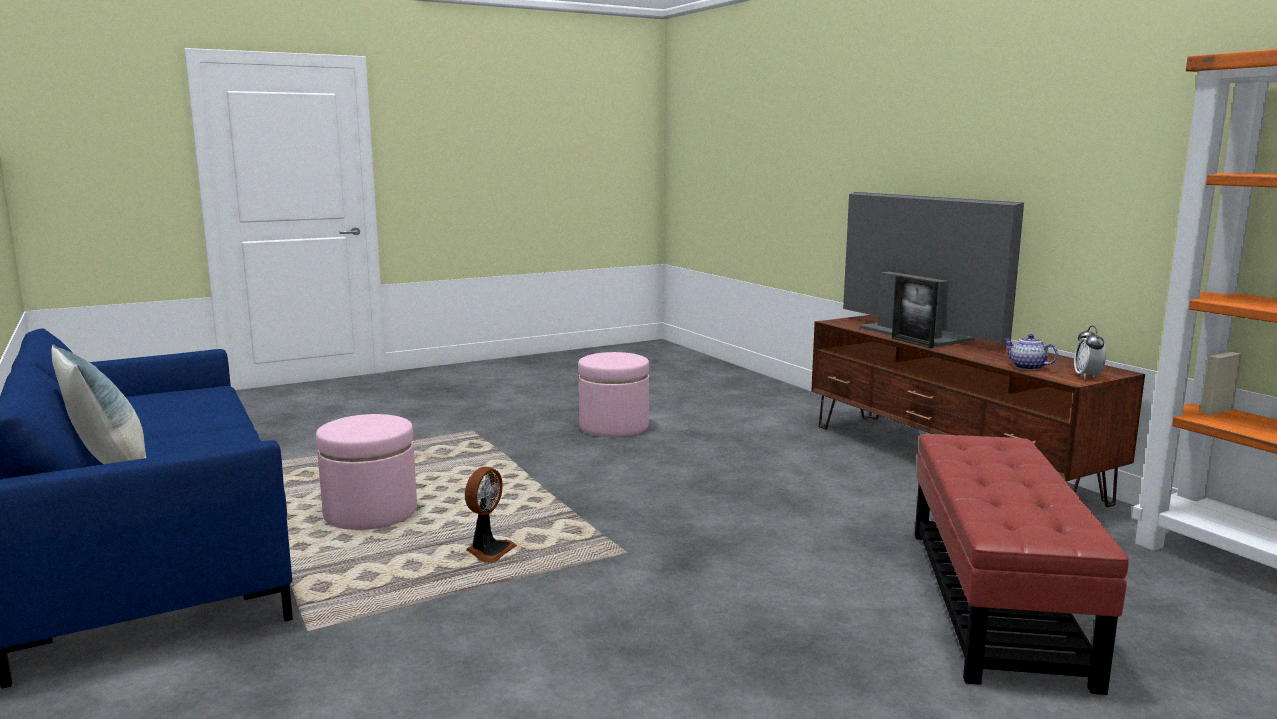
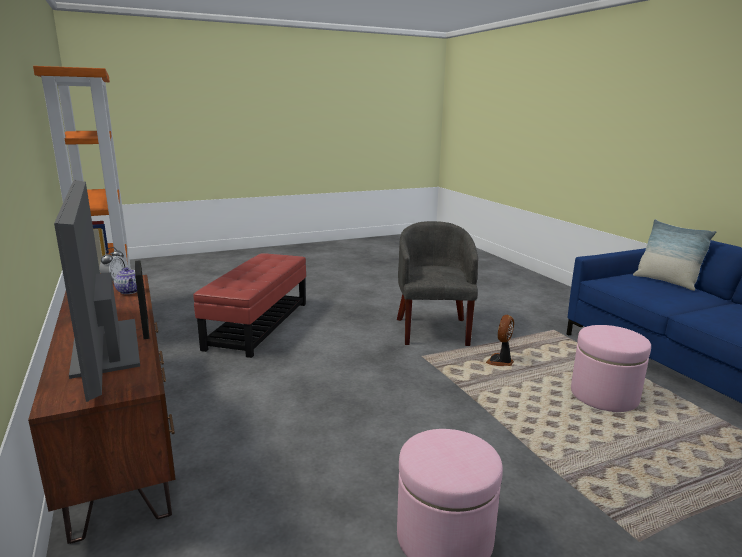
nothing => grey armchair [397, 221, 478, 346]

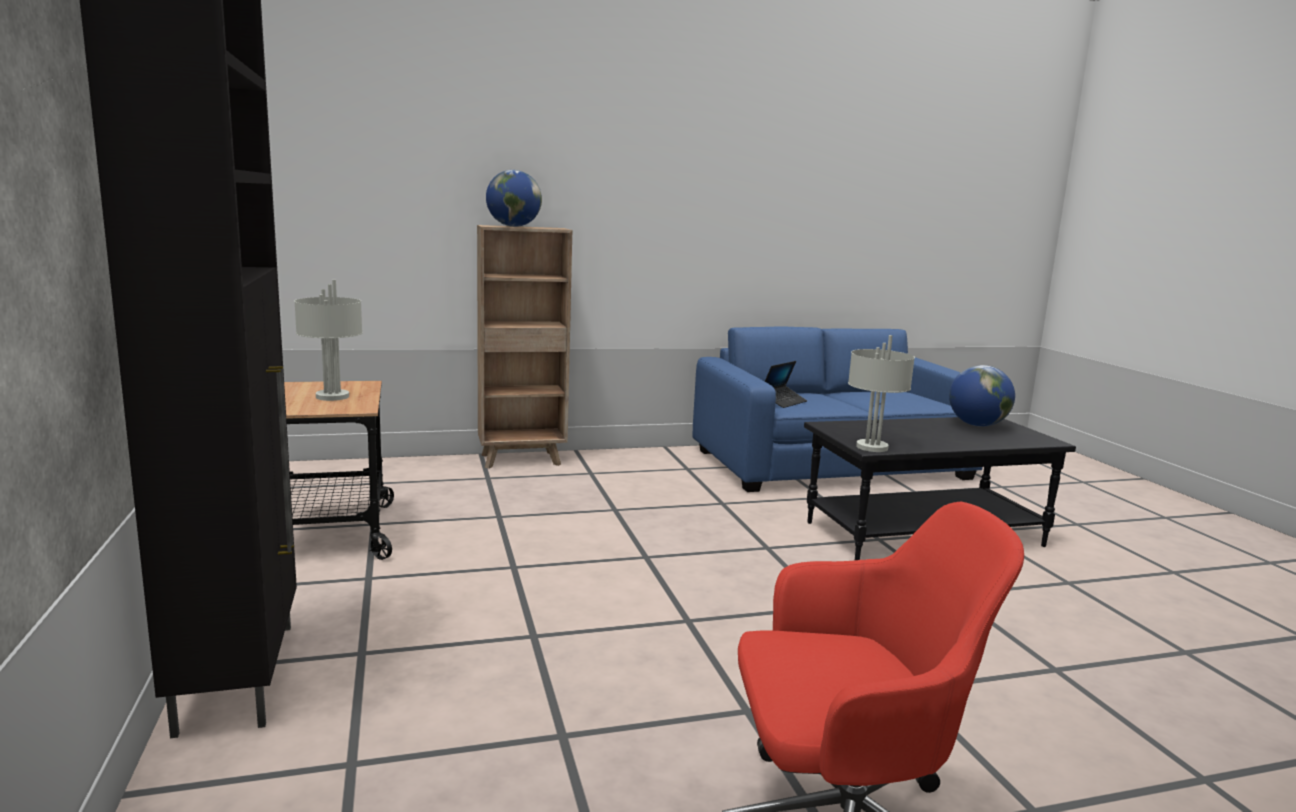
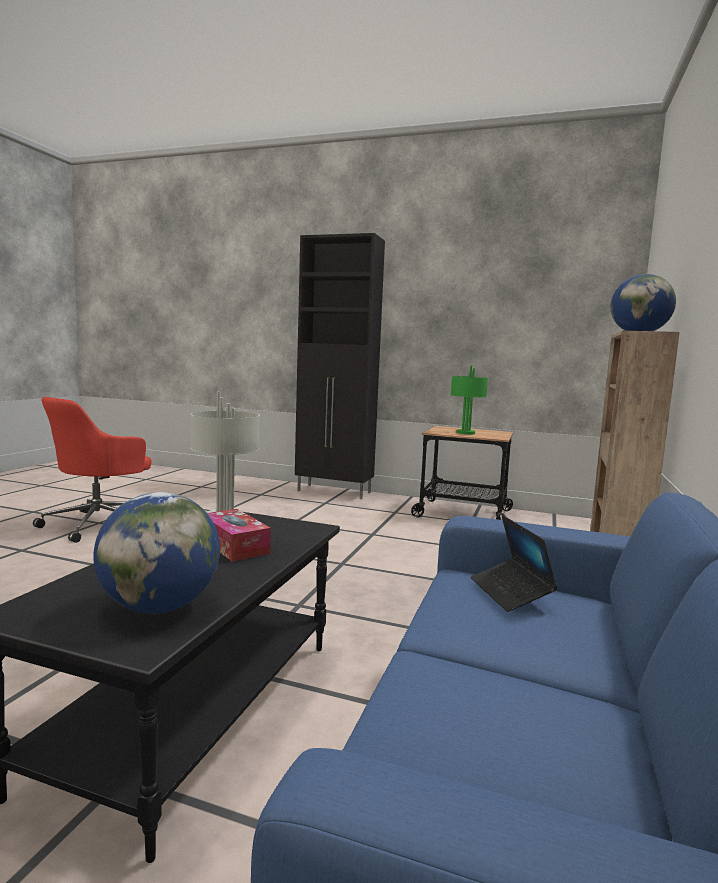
nothing => tissue box [208, 509, 271, 562]
grey table lamp [294, 280, 363, 401] => green table lamp [451, 365, 488, 434]

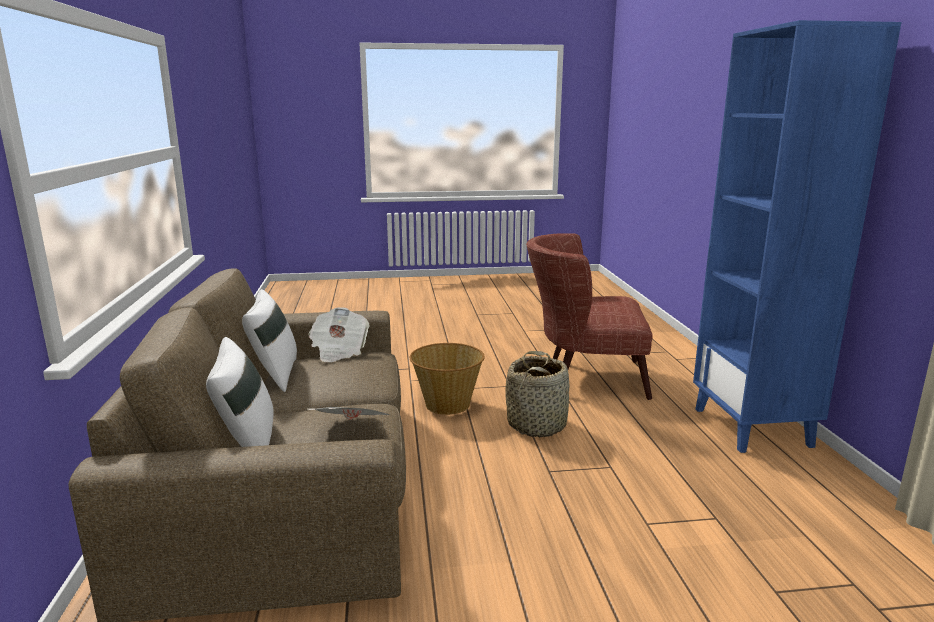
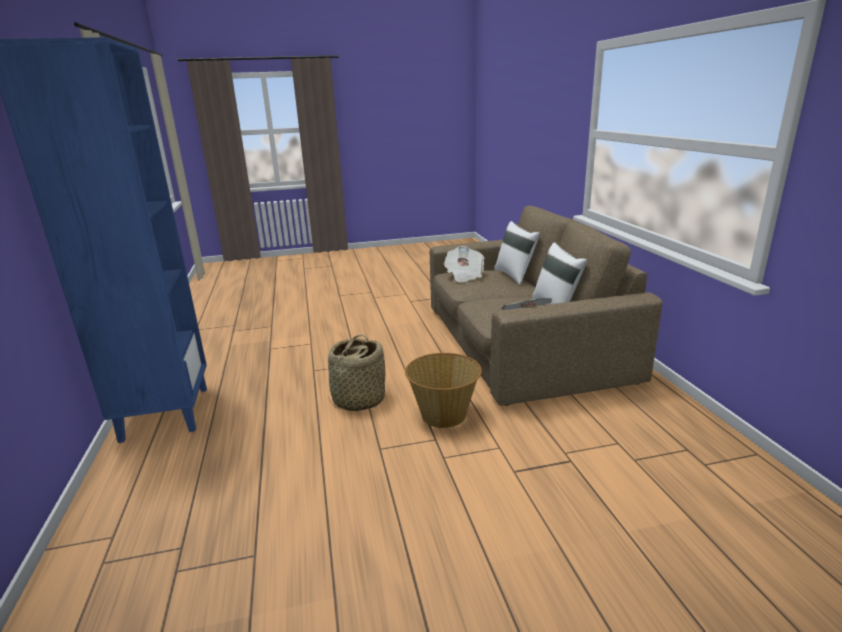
brown armchair [526, 233, 653, 400] => nothing

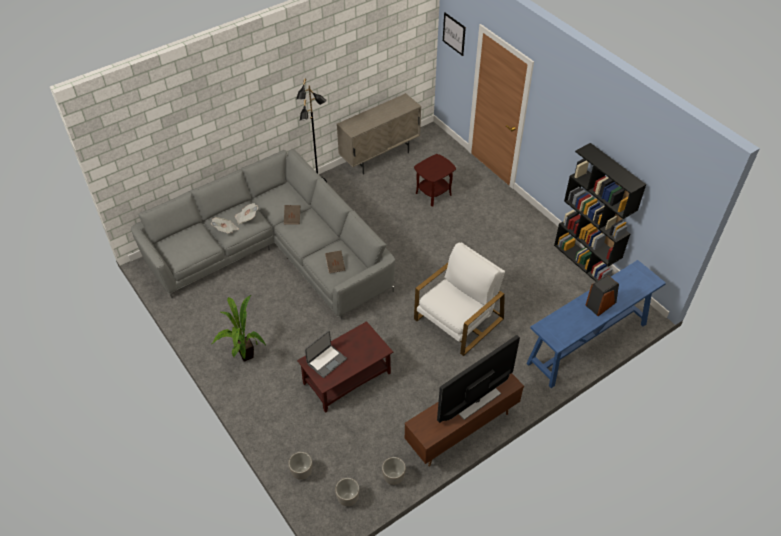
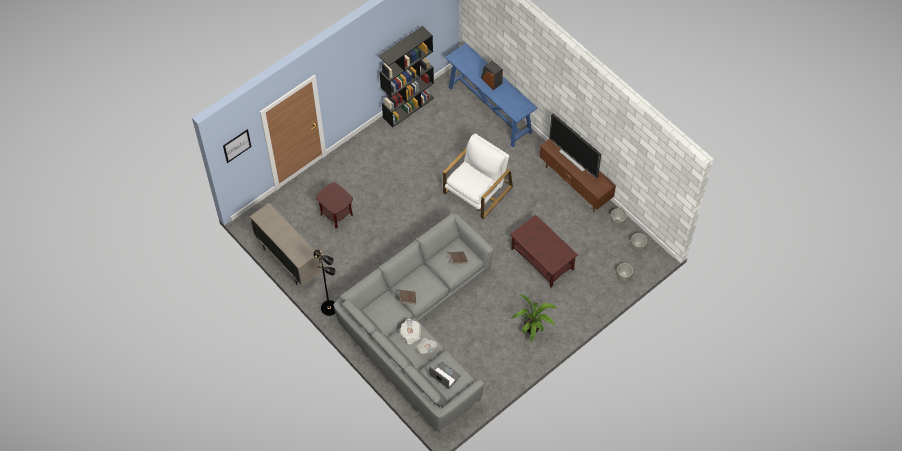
laptop [305, 330, 347, 378] => laptop [429, 362, 461, 389], shifted
white armchair [414, 242, 505, 356] => white armchair [443, 133, 513, 219], 90 degrees clockwise

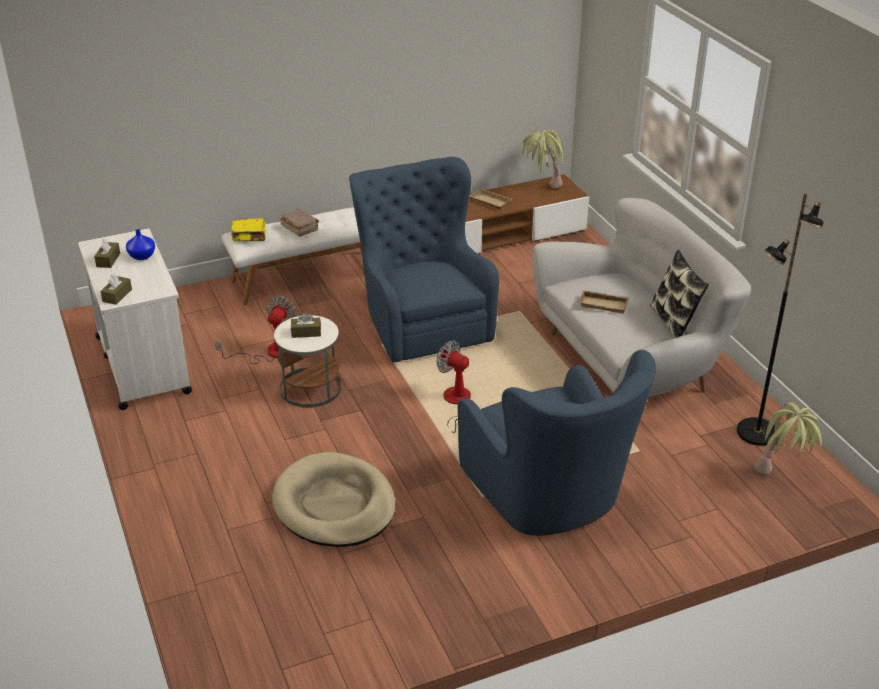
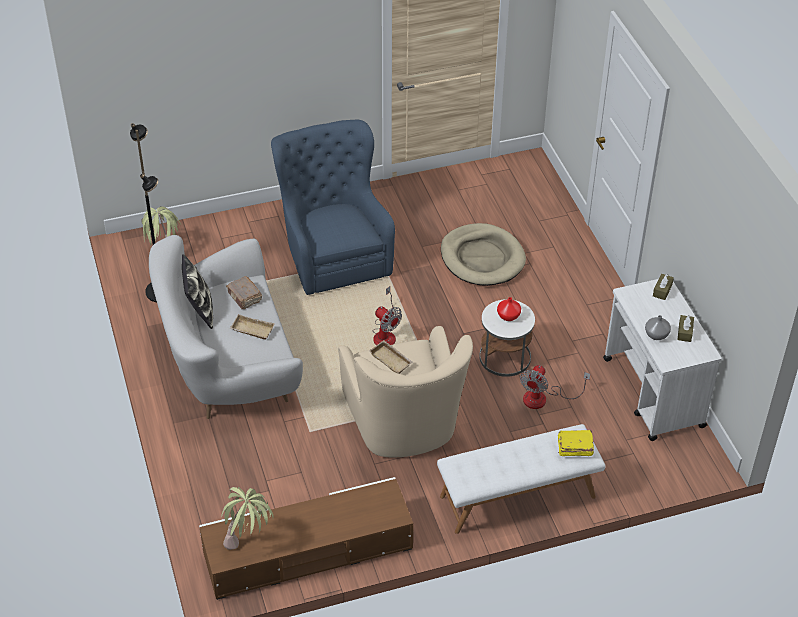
brown book [280, 209, 319, 237] => brown book [226, 276, 262, 309], shifted
blue armchair [349, 157, 499, 362] => beige armchair [338, 326, 473, 457]
beige tray [470, 188, 512, 210] => beige tray [369, 340, 413, 374], shifted
brown tissue box [291, 313, 321, 338] => red vase [497, 297, 521, 321]
blue vase [126, 229, 155, 260] => grey vase [645, 315, 671, 340]

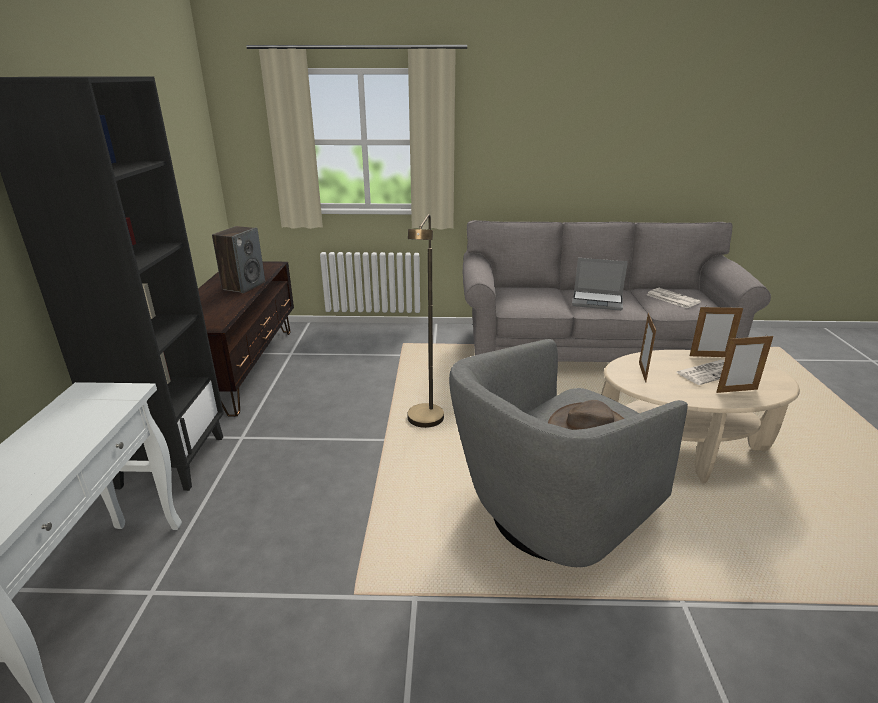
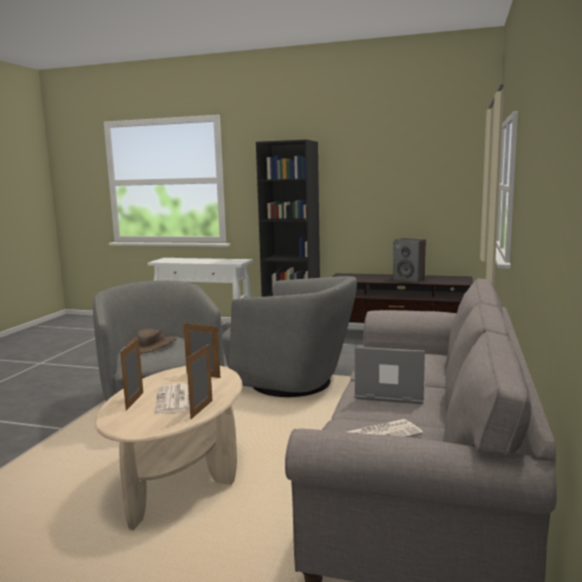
brown floor lamp [407, 214, 444, 428] => grey armchair [222, 276, 357, 397]
laptop [572, 258, 628, 311] => laptop [355, 347, 425, 404], 75 degrees clockwise

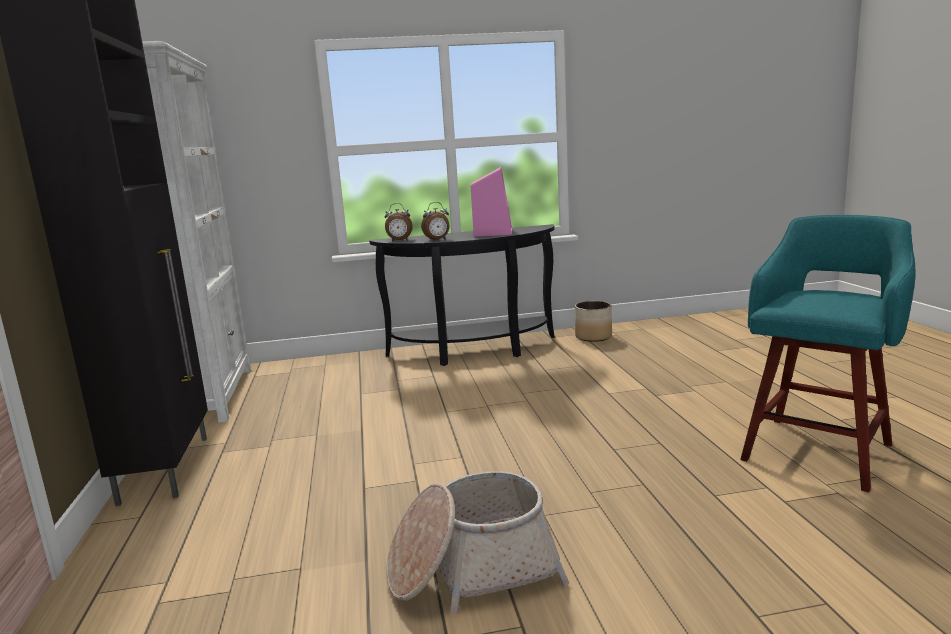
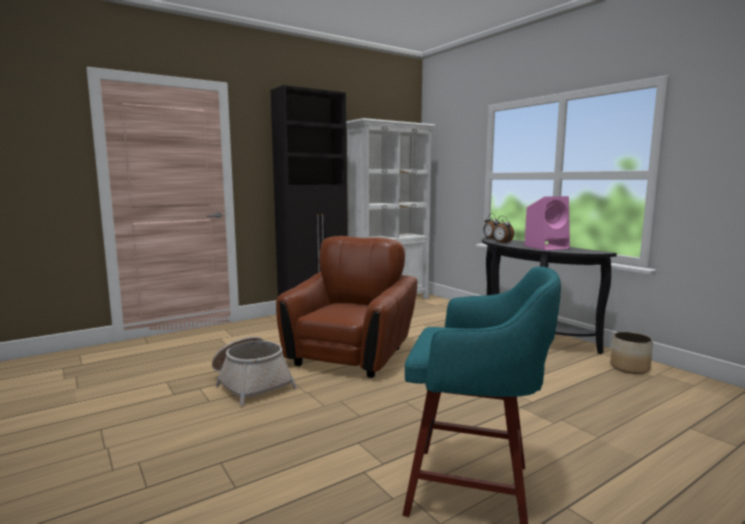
nothing => brown armchair [276, 236, 417, 378]

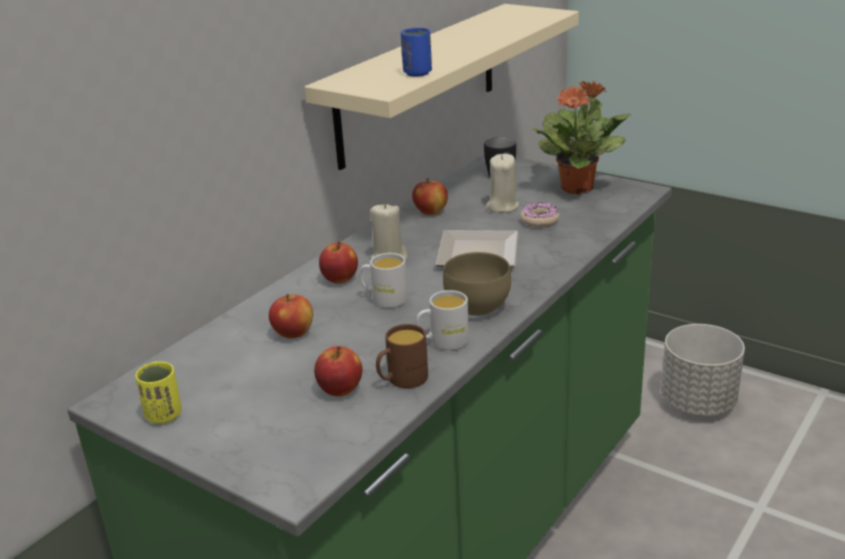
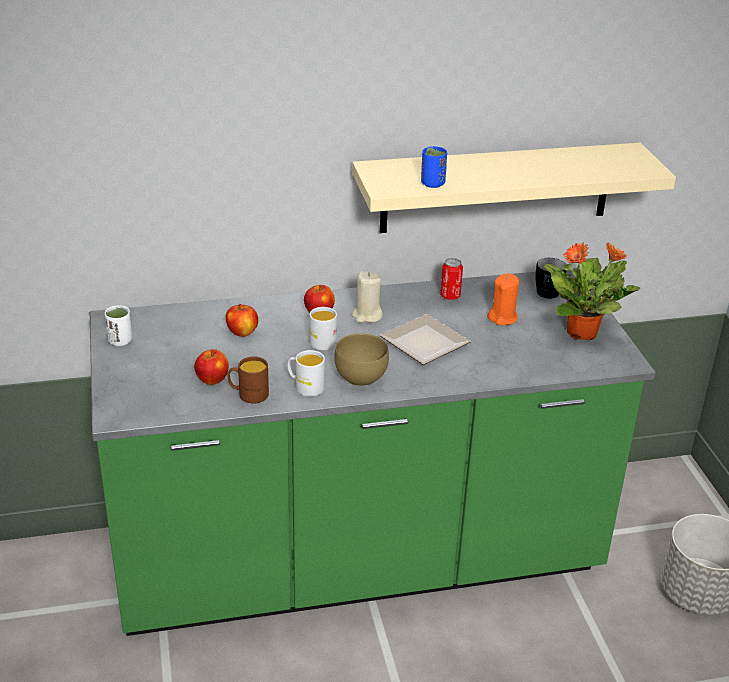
yellow cup [135, 361, 182, 424] => white cup [105, 305, 132, 346]
apple [412, 178, 448, 215] => can [440, 258, 463, 300]
beige candle [487, 154, 519, 213] => orange candle [487, 273, 519, 325]
donut [520, 203, 559, 227] => nothing

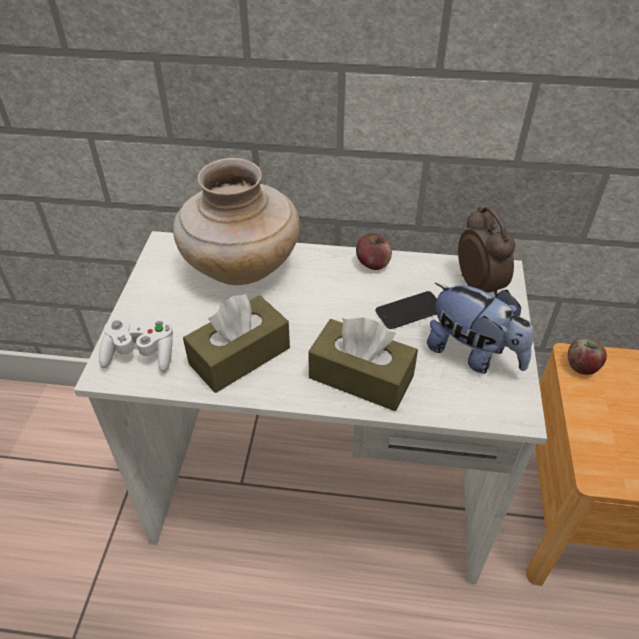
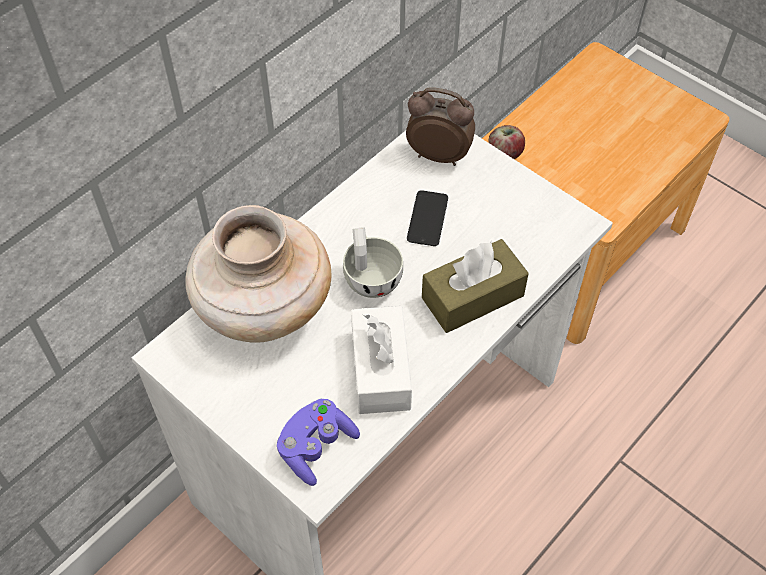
white game controller [99, 316, 173, 372] => purple game controller [277, 399, 360, 486]
nothing => white cup [343, 227, 403, 298]
brown tissue box [183, 293, 290, 393] => white tissue box [351, 306, 412, 414]
apple [356, 233, 392, 270] => nothing
plush toy [427, 283, 534, 374] => nothing

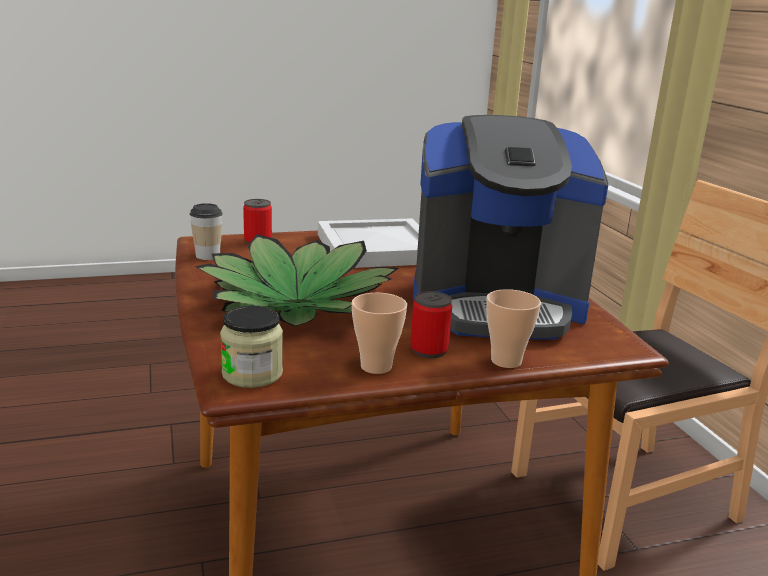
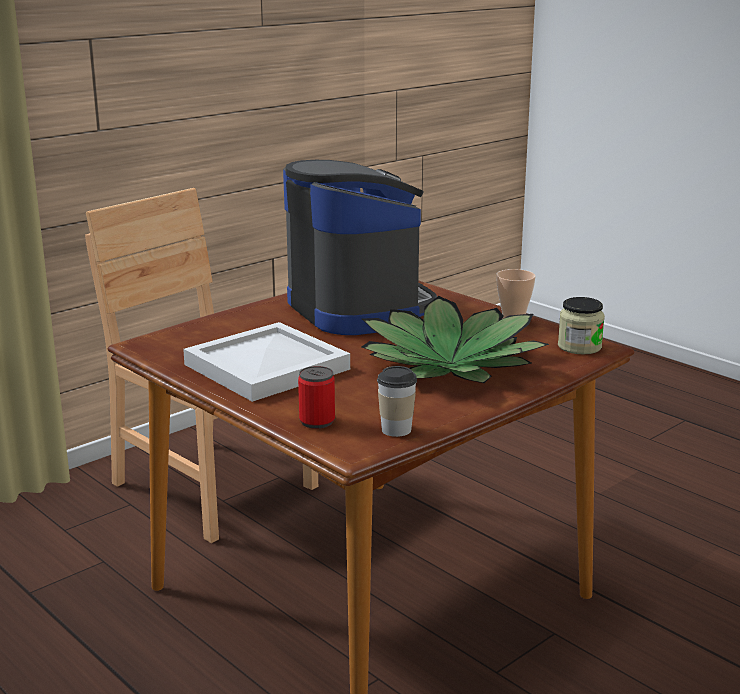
can [410, 291, 452, 358] => nothing
cup [486, 289, 541, 368] => nothing

